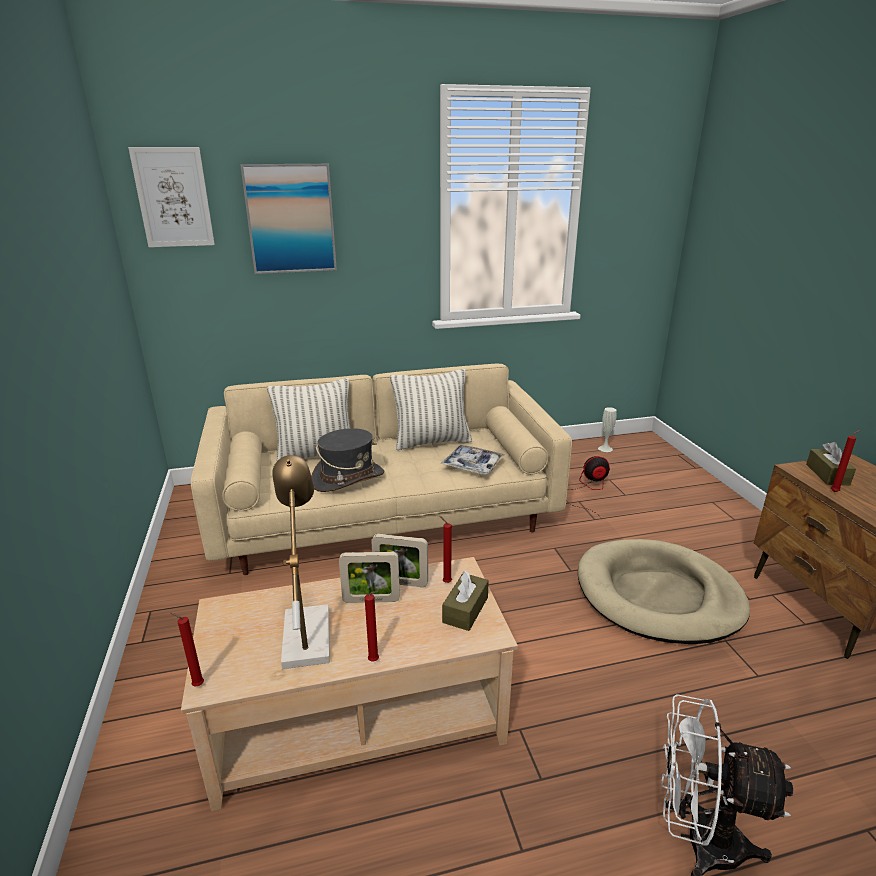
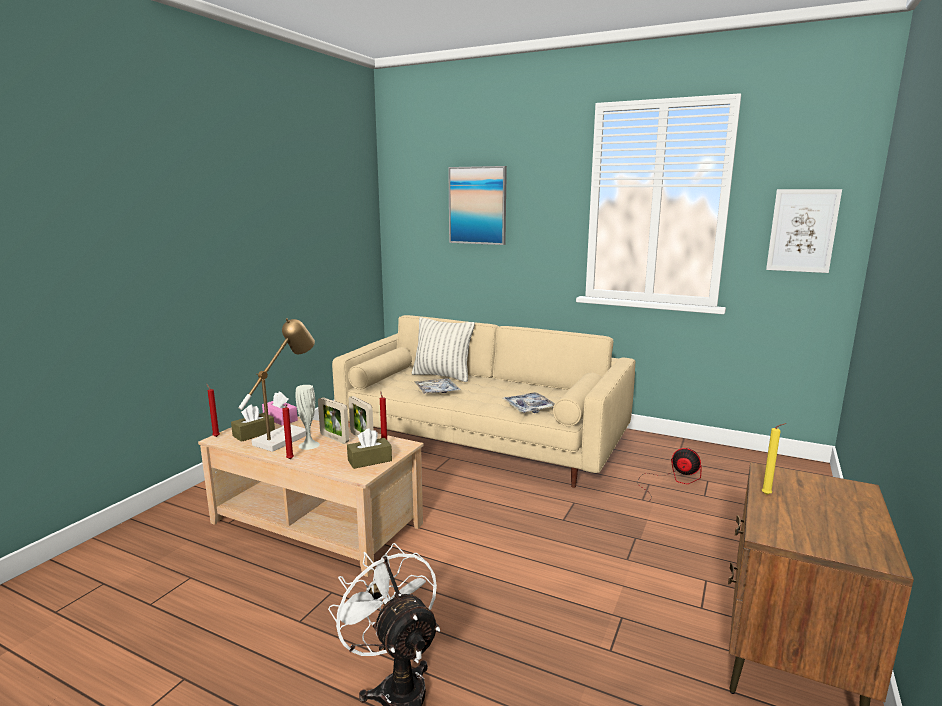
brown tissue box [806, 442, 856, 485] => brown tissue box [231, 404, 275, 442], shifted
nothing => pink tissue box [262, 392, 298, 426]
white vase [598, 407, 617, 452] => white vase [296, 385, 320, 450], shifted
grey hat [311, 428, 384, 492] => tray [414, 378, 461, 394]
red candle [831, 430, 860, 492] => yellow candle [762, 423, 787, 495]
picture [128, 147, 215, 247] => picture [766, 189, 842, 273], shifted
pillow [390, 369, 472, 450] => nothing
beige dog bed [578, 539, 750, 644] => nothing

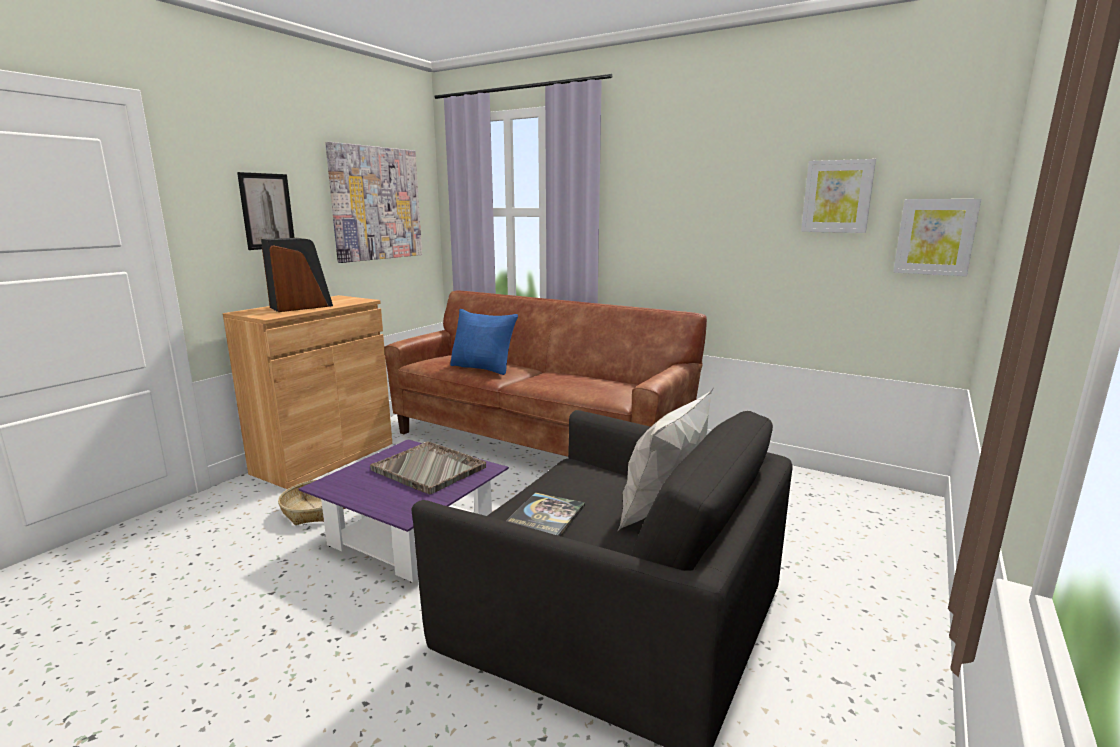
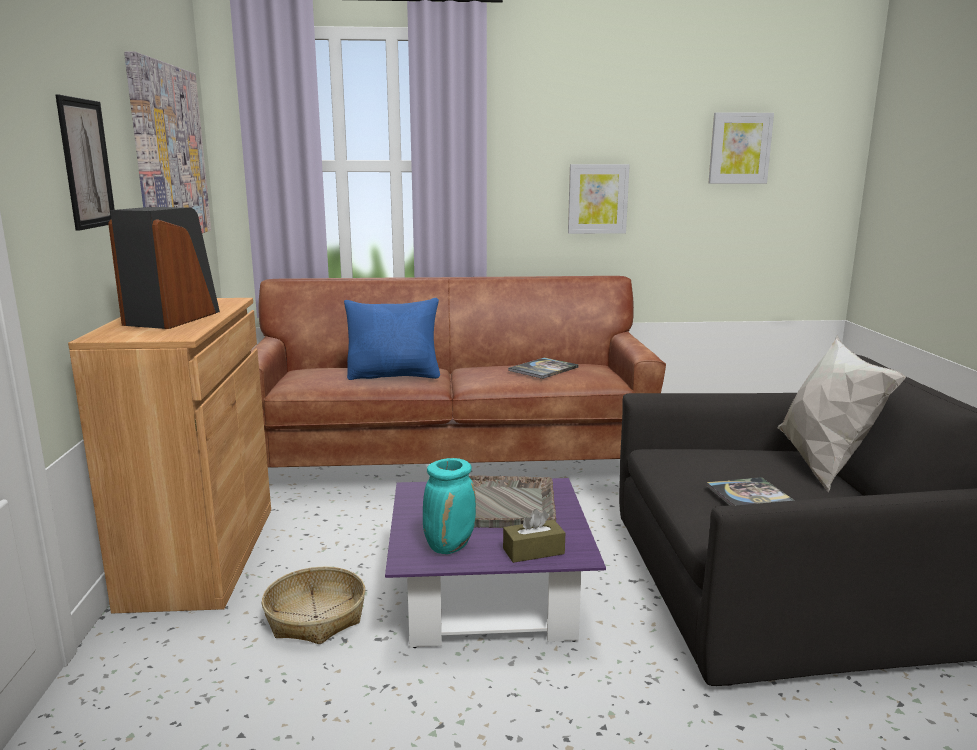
nothing => turquoise vase [423, 458, 476, 554]
nothing => brown tissue box [503, 509, 565, 563]
nothing => book [508, 357, 579, 379]
picture [893, 199, 981, 276] => picture [568, 164, 630, 234], shifted

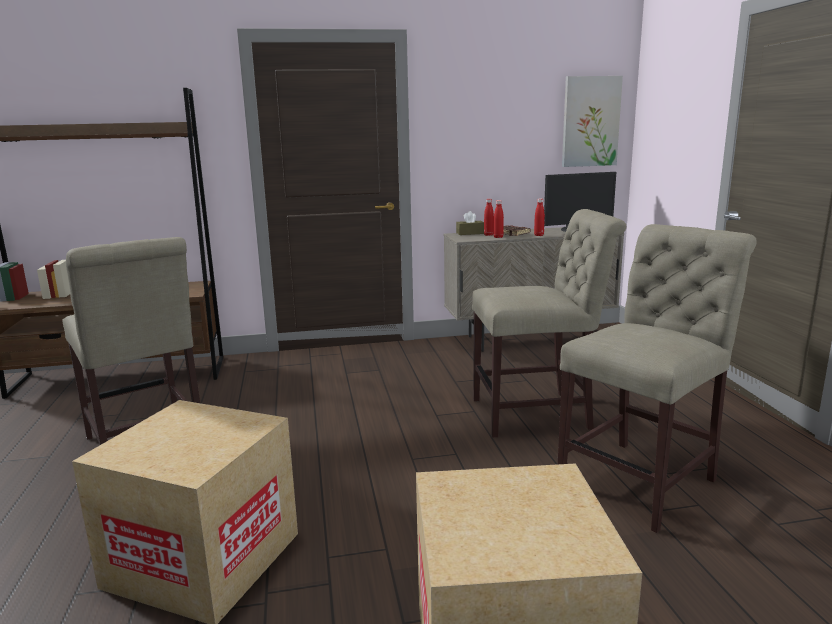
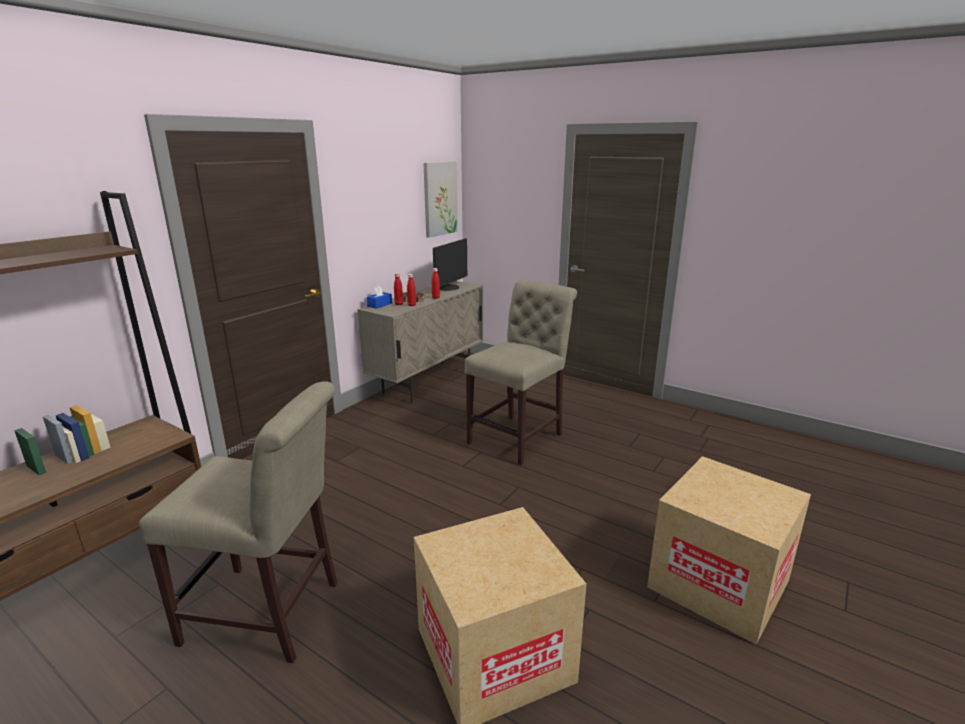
brown tissue box [456, 211, 484, 235] => blue tissue box [367, 286, 392, 309]
beige chair [558, 224, 757, 533] => nothing

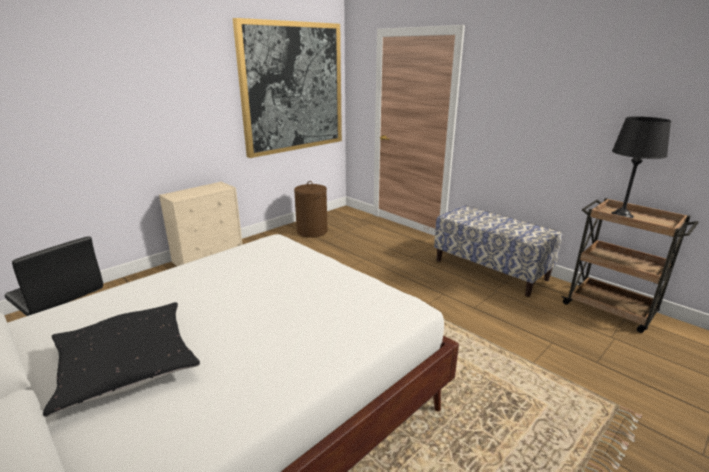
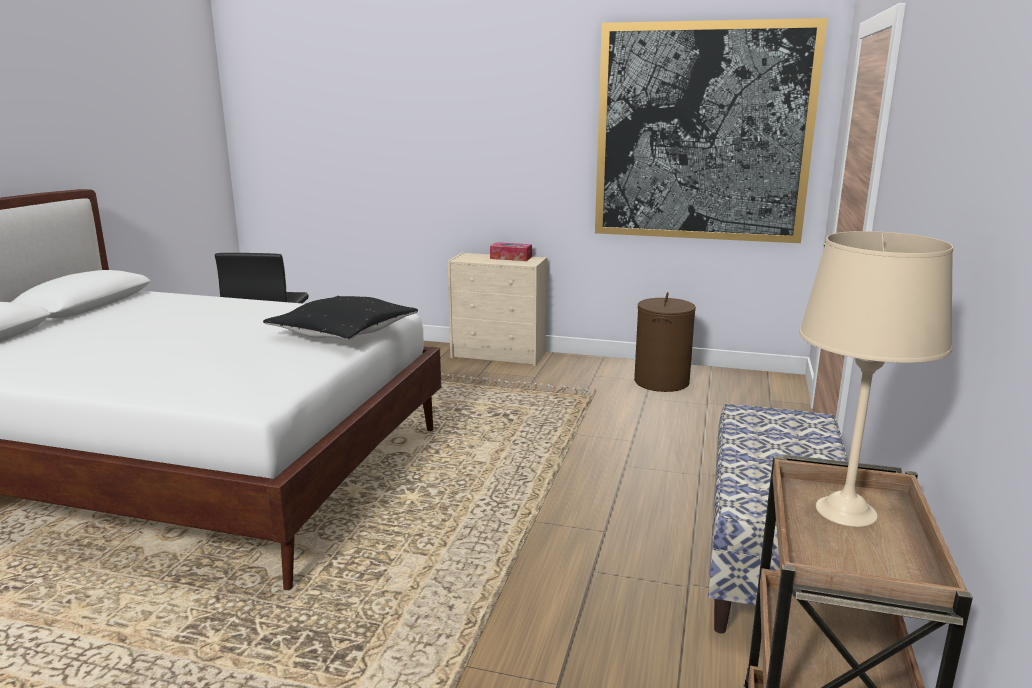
black pillow [43, 302, 200, 417] => black pillow [263, 296, 418, 340], shifted
nothing => tissue box [490, 242, 532, 261]
black table lamp [611, 117, 671, 218] => beige table lamp [799, 231, 953, 527]

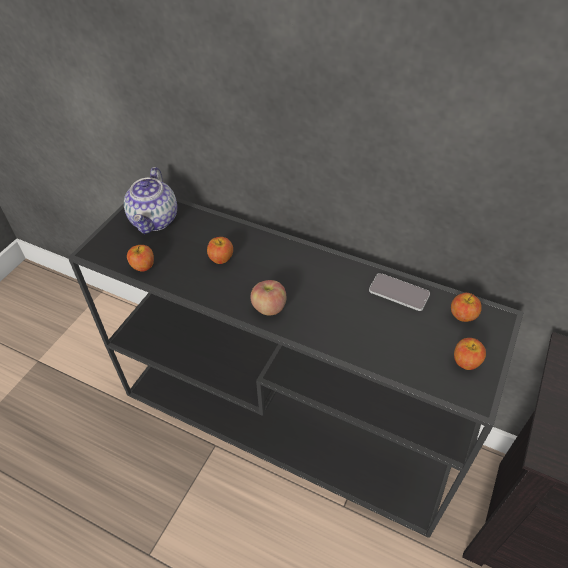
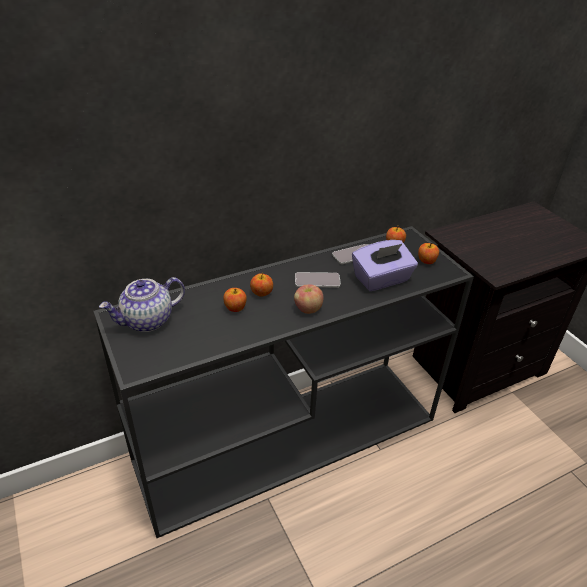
teapot [124, 167, 177, 234] => teapot [99, 277, 185, 332], 105 degrees clockwise
apple [127, 245, 154, 272] => apple [250, 273, 273, 297], shifted
nothing => phone [295, 272, 341, 288]
nothing => purple tissue box [352, 240, 418, 291]

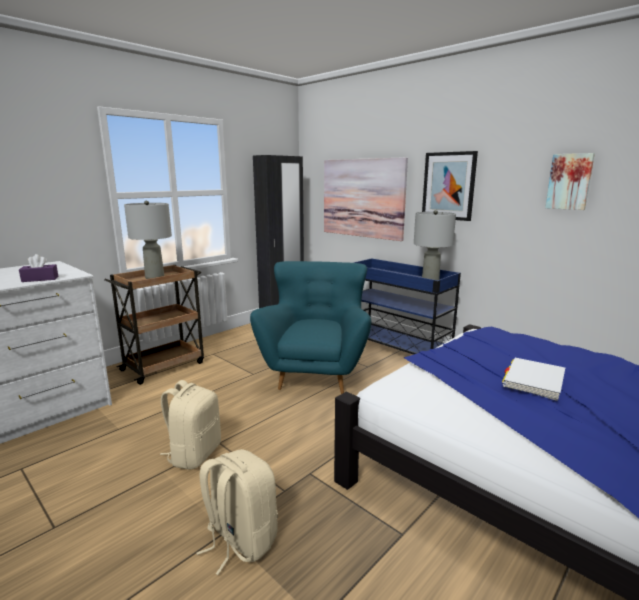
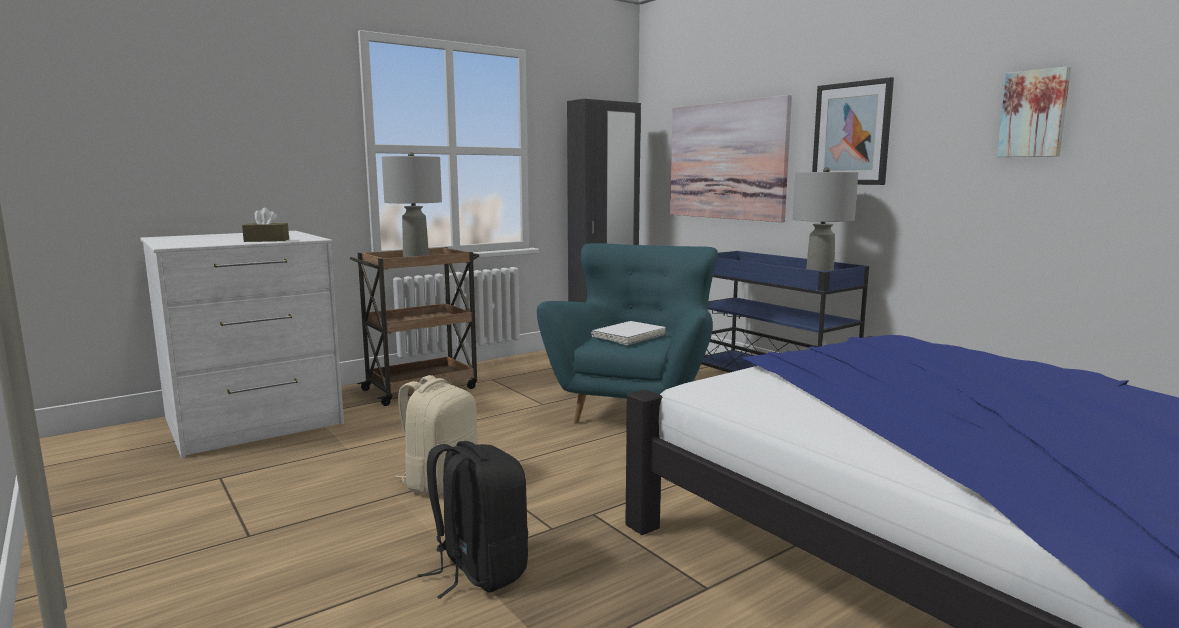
purple tissue box [19, 254, 58, 282] => brown tissue box [242, 208, 289, 242]
beige backpack [196, 449, 278, 575] => black backpack [417, 441, 528, 599]
white book [502, 358, 565, 401] => white book [591, 321, 666, 345], shifted

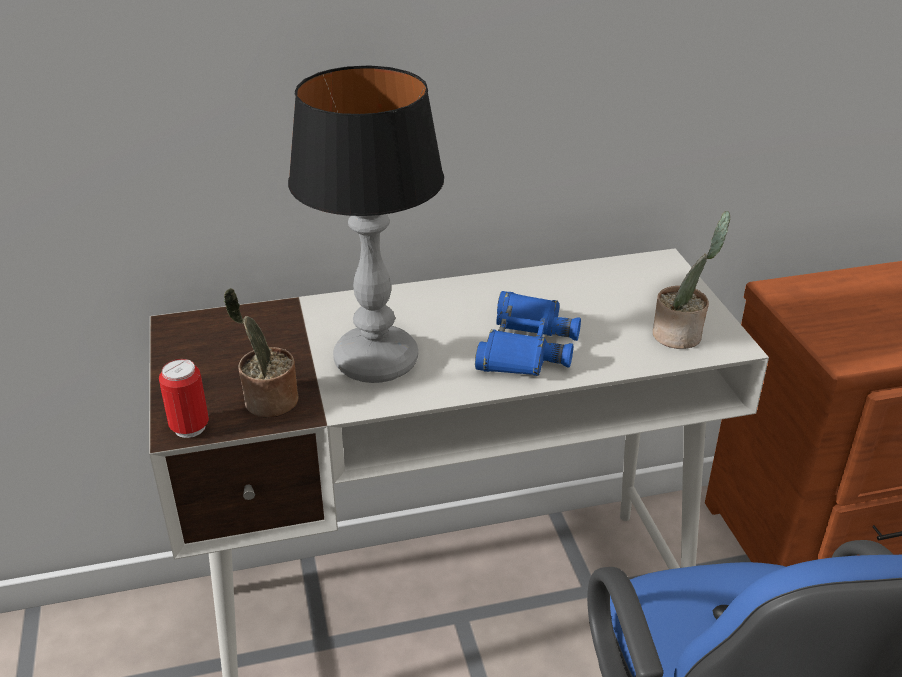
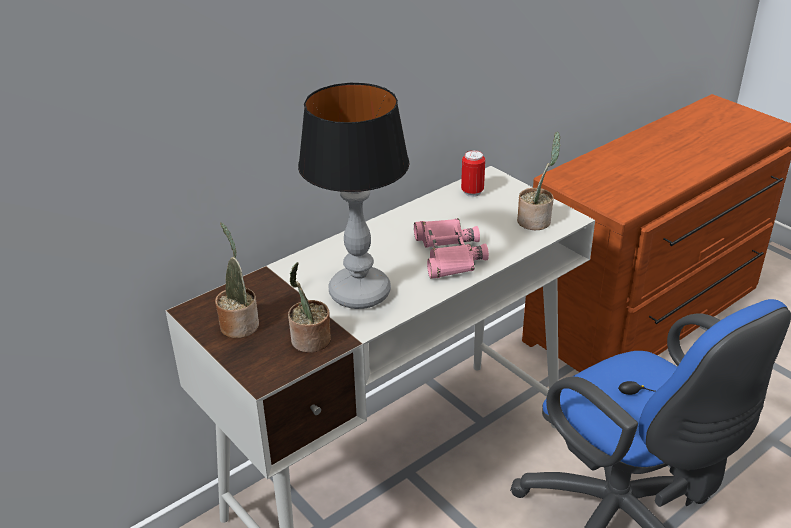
nothing => potted plant [215, 222, 259, 338]
blue binoculars [475, 291, 581, 376] => pink binoculars [414, 218, 489, 279]
can [159, 359, 209, 438] => can [461, 150, 485, 197], shifted

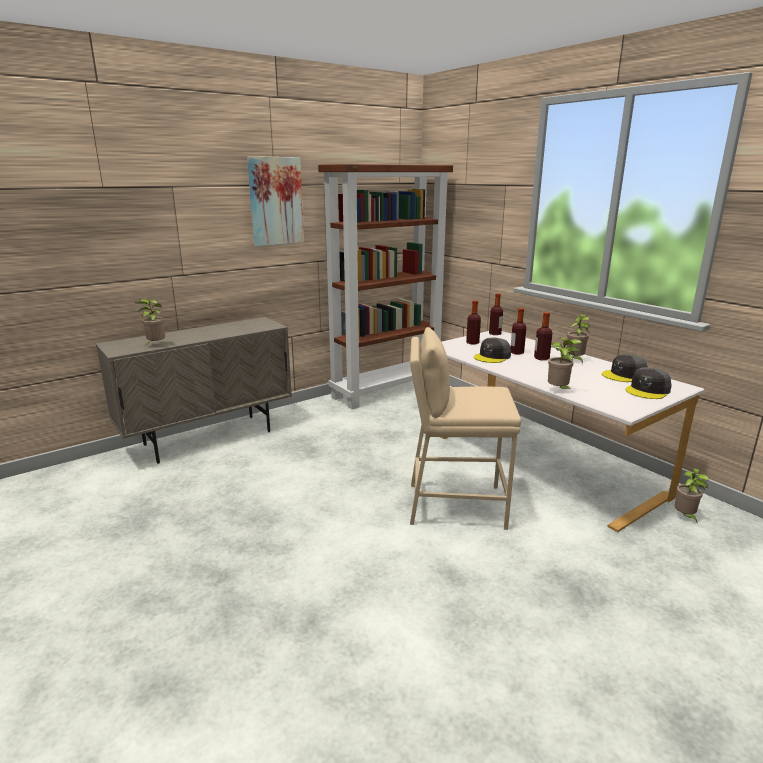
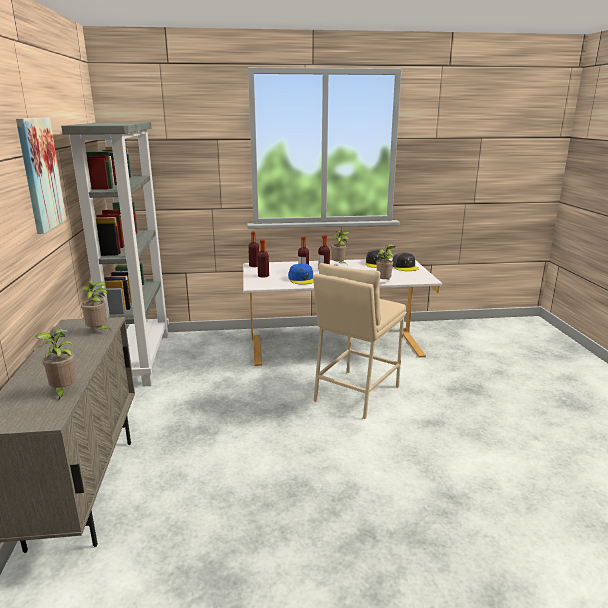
brown bookcase [318, 164, 453, 409] => grey bookcase [61, 122, 169, 386]
potted plant [675, 468, 709, 522] => potted plant [81, 281, 111, 330], shifted
grey cap [474, 337, 511, 363] => blue cap [288, 264, 314, 284]

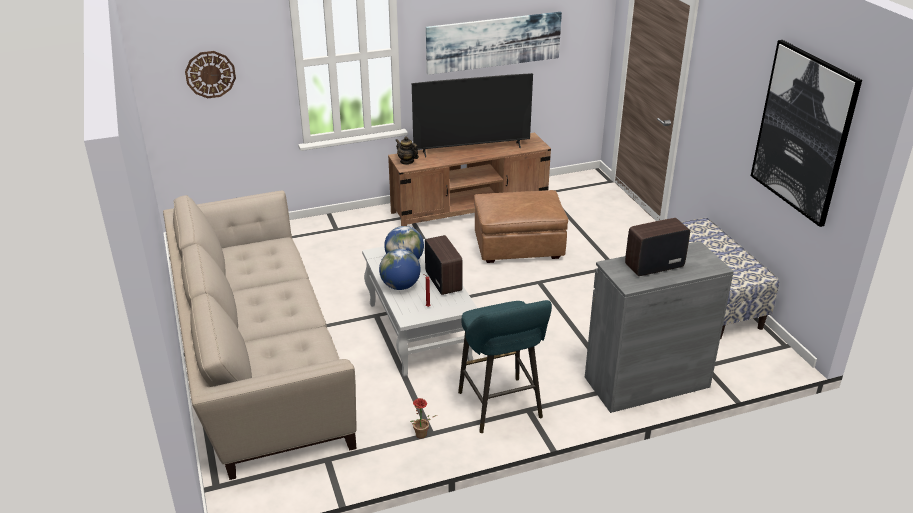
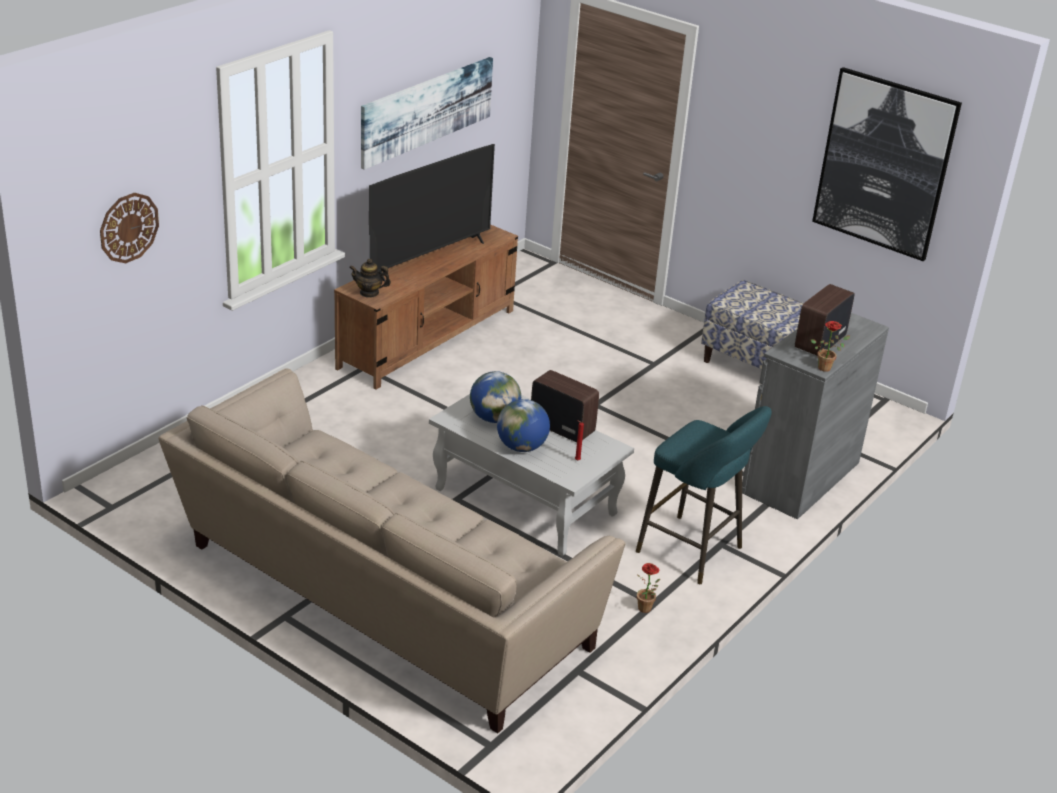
nothing => potted plant [811, 321, 850, 372]
brown ottoman [474, 190, 568, 263] => nothing

